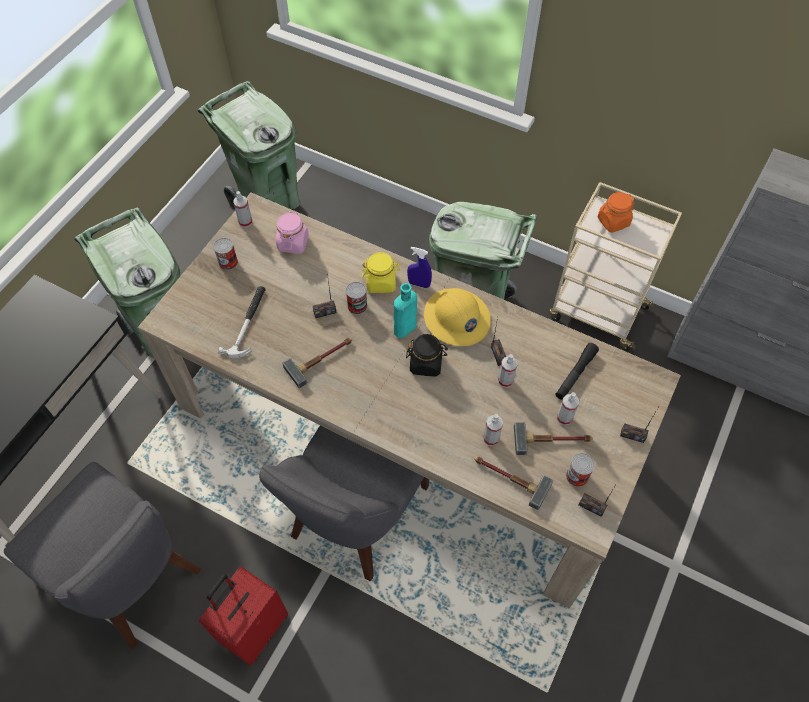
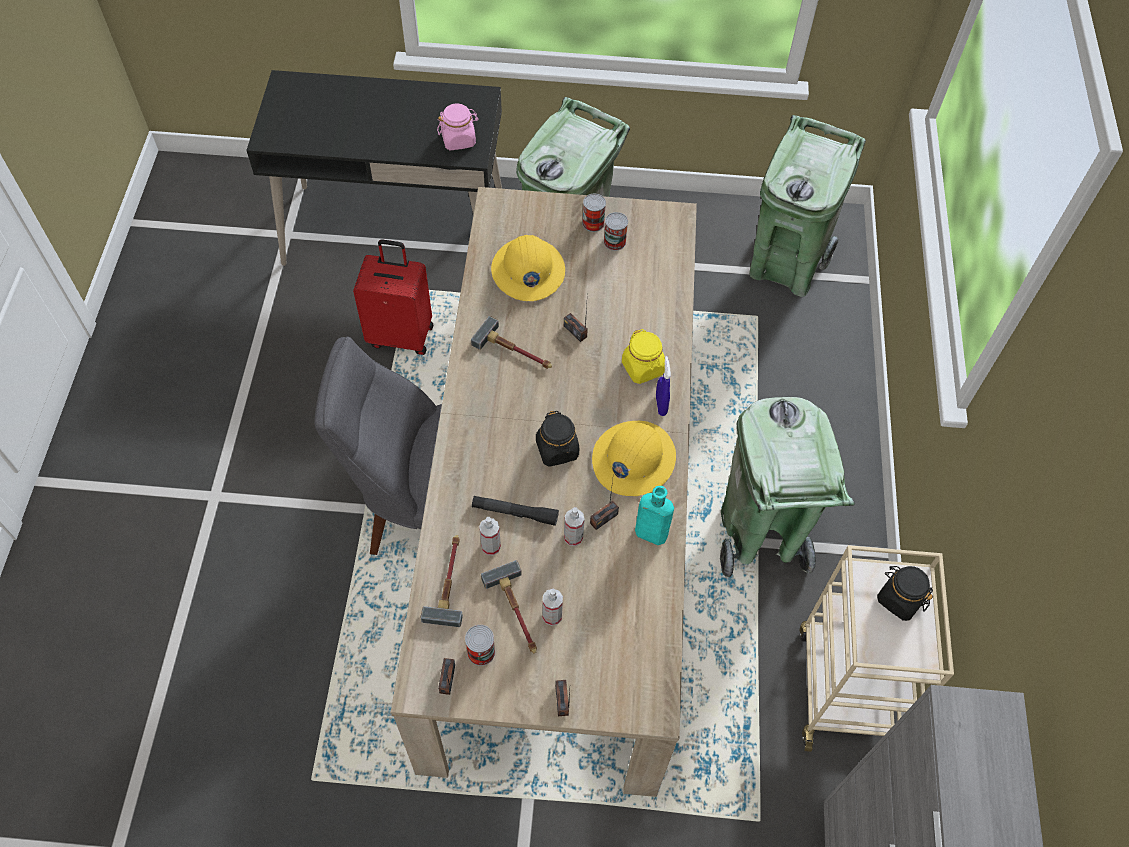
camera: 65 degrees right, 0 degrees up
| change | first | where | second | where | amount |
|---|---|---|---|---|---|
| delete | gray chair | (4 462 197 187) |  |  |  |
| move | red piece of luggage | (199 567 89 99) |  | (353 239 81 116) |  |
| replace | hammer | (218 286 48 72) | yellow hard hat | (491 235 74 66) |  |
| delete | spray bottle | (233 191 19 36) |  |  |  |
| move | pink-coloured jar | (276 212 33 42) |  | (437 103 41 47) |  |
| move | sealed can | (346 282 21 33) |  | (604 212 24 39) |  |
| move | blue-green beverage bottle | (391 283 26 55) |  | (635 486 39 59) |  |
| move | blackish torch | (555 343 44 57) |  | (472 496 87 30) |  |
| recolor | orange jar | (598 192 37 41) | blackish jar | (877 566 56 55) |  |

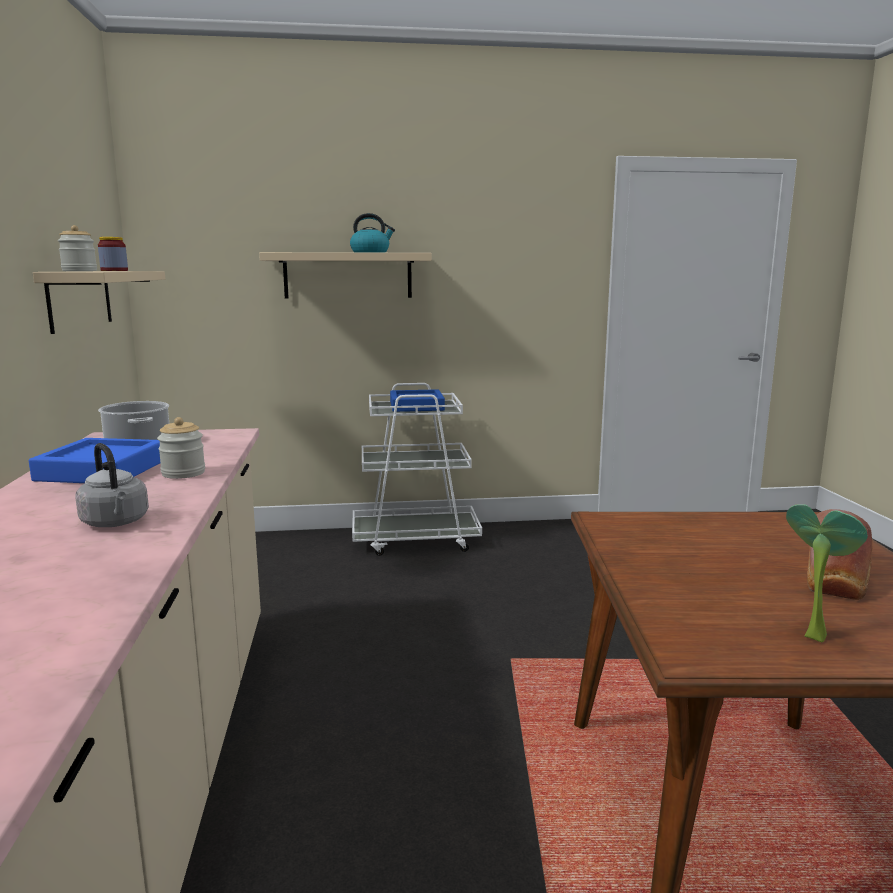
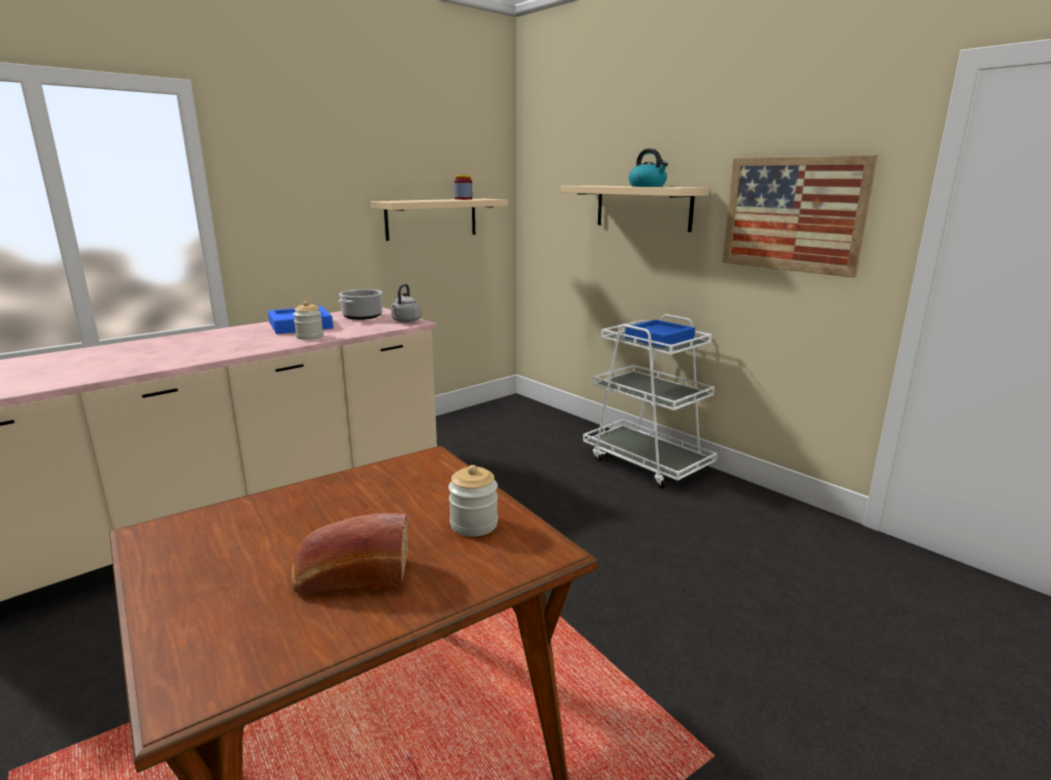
camera: 55 degrees right, 5 degrees up
| change | first | where | second | where | amount |
|---|---|---|---|---|---|
| move | jar | (58 225 39 46) |  | (448 465 50 72) |  |
| move | gray tea kettle | (75 443 74 84) |  | (391 284 30 39) |  |
| delete | plant in a pot | (786 504 82 138) |  |  |  |
| insert |  |  | wall picture | (722 155 156 123) |  |

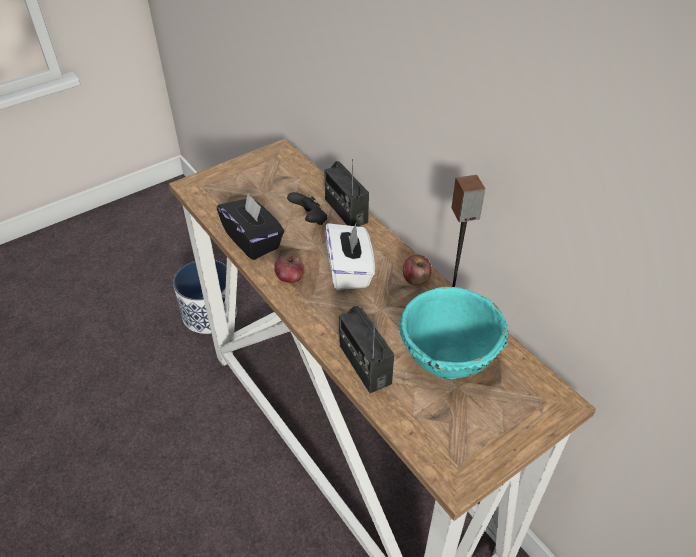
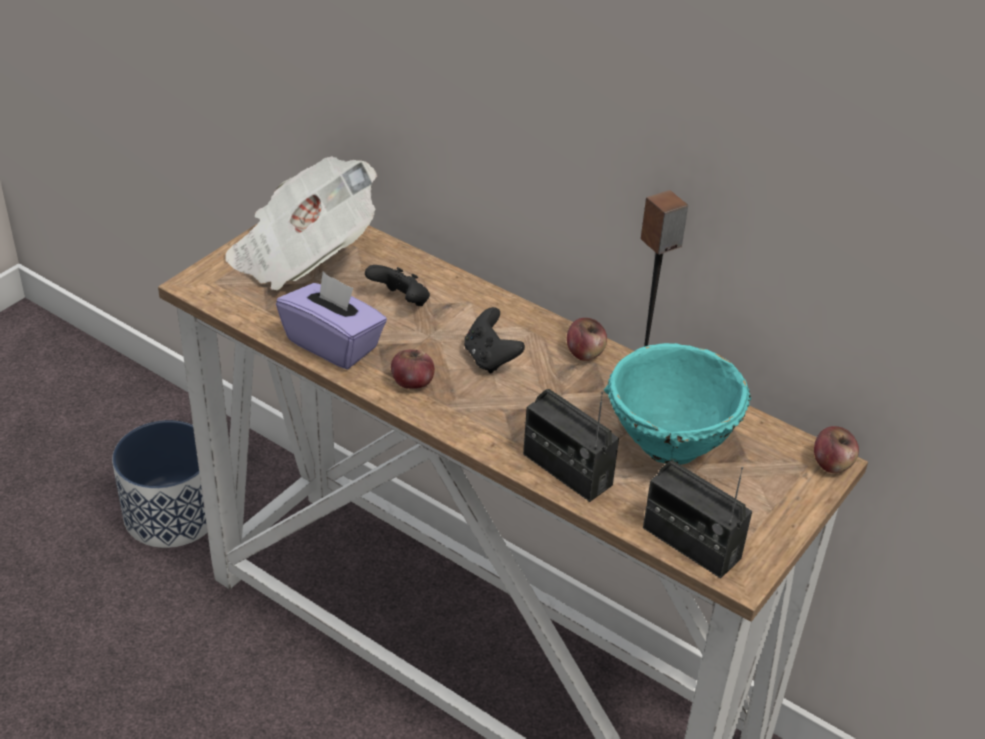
camera: 20 degrees left, 5 degrees down
| change | first | where | second | where | amount |
|---|---|---|---|---|---|
| recolor | blackish box of tissues | (217 193 67 67) | purplish box of tissues | (276 272 111 97) |  |
| move | radio receiver | (324 159 45 68) |  | (643 460 109 118) |  |
| replace | white box of tissues | (325 223 50 67) | blackish gamepad | (464 307 61 67) |  |
| insert |  |  | printed paper | (225 156 152 135) |  |
| insert |  |  | apple | (814 426 45 47) |  |

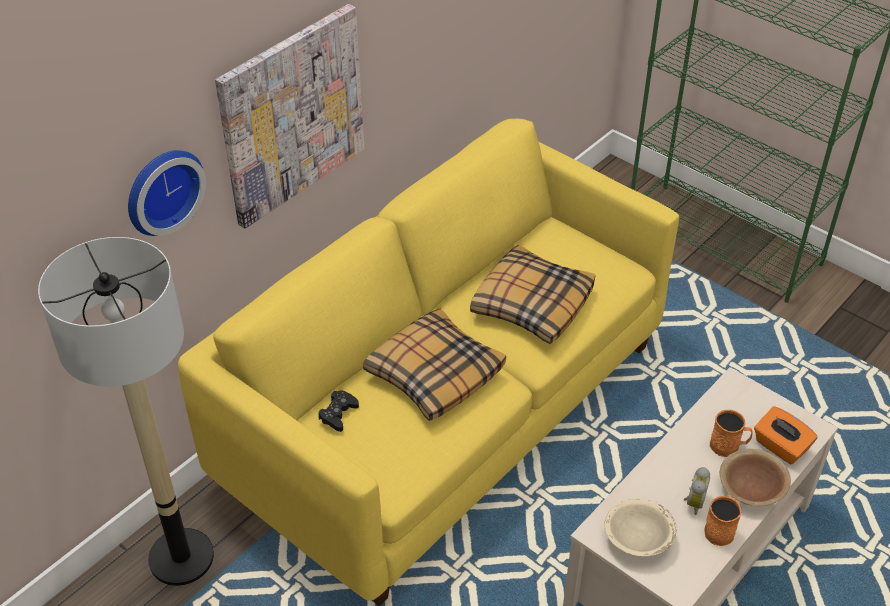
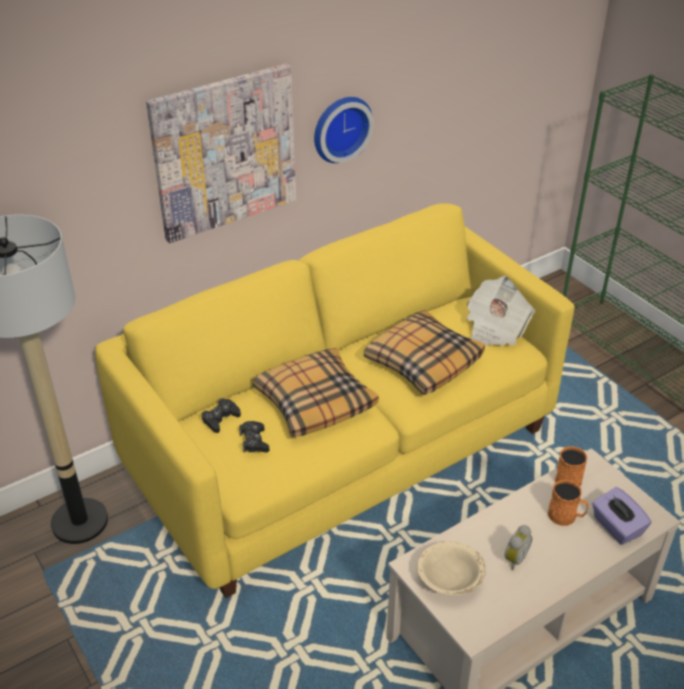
camera: 15 degrees right, 5 degrees down
| change | first | where | second | where | amount |
|---|---|---|---|---|---|
| move | wall clock | (128 150 78 86) |  | (314 97 60 66) |  |
| move | orange coffee mug | (705 496 37 50) |  | (555 446 32 40) |  |
| delete | brown deep dish | (720 449 71 57) |  |  |  |
| recolor | orange box of tissues | (754 406 64 58) | purplish box of tissues | (592 487 59 58) |  |
| insert |  |  | blackish gamepad | (239 421 31 32) |  |
| insert |  |  | printed paper | (467 276 69 70) |  |

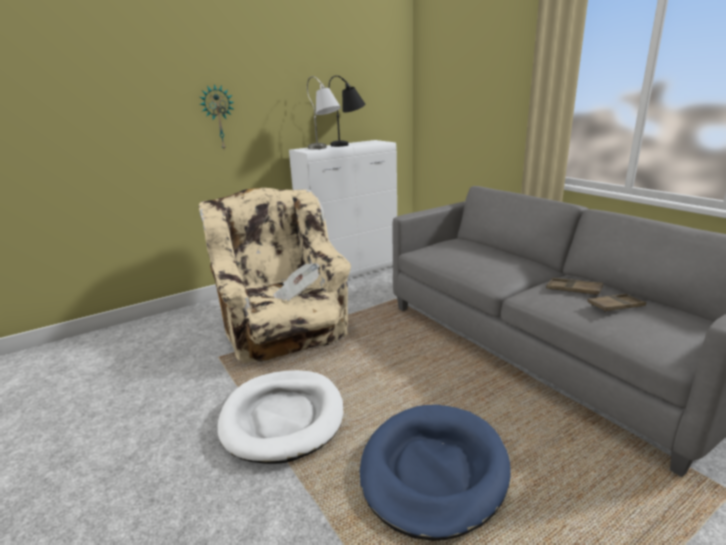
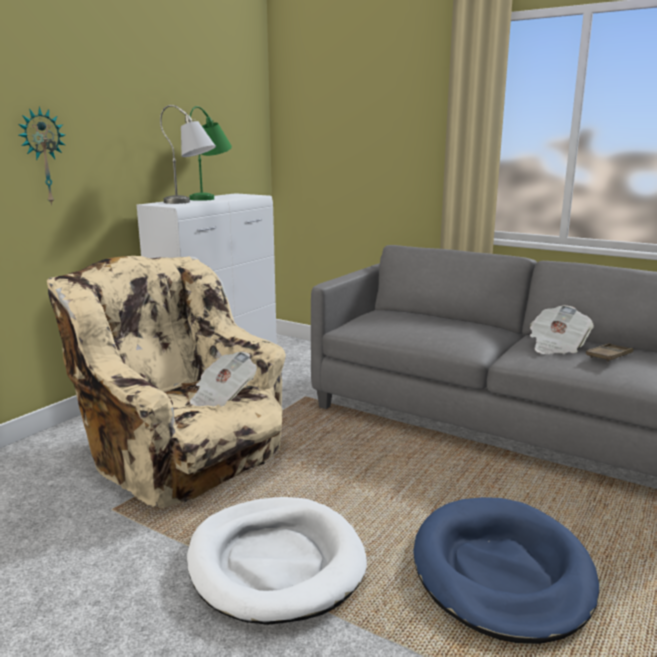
camera: 25 degrees left, 5 degrees down
| change | first | where | second | where | amount |
|---|---|---|---|---|---|
| recolor | blackish tabletop lamp | (329 75 36 72) | green tabletop lamp | (189 106 43 95) |  |
| replace | brown carrying tray | (546 278 57 17) | printed paper | (530 305 64 49) |  |

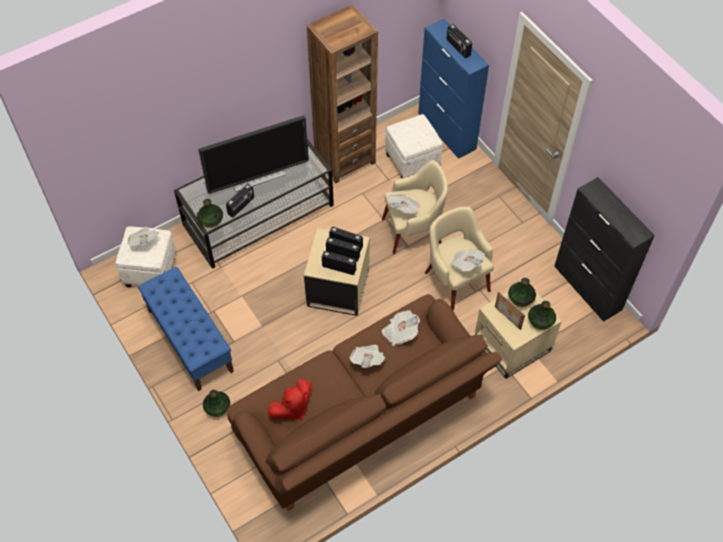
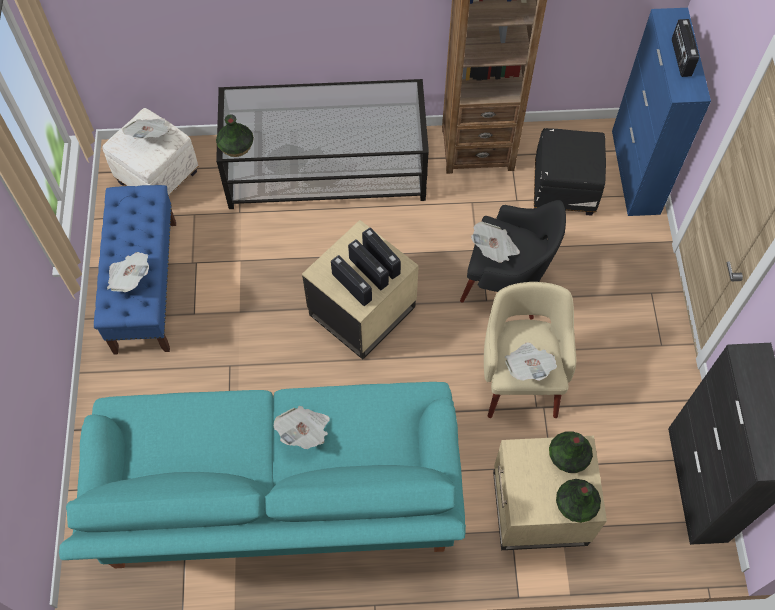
camera: 30 degrees right, 5 degrees up
| change | first | where | second | where | amount |
|---|---|---|---|---|---|
| delete | TV set | (198 115 111 79) |  |  |  |
| delete | decorative vase | (203 390 27 27) |  |  |  |
| delete | radio receiver | (226 184 28 34) |  |  |  |
| recolor | brown settee | (227 294 275 217) | blue-green settee | (59 382 407 186) |  |
| delete | red soft toy | (268 379 44 41) |  |  |  |
| recolor | beige lounge chair | (382 160 66 94) | blackish lounge chair | (460 200 106 120) |  |
| move | printed paper | (382 310 38 36) |  | (107 252 42 40) |  |
| recolor | white ottoman | (385 114 57 64) | blackish ottoman | (534 128 72 88) |  |
| delete | picture frame | (495 292 30 38) |  |  |  |

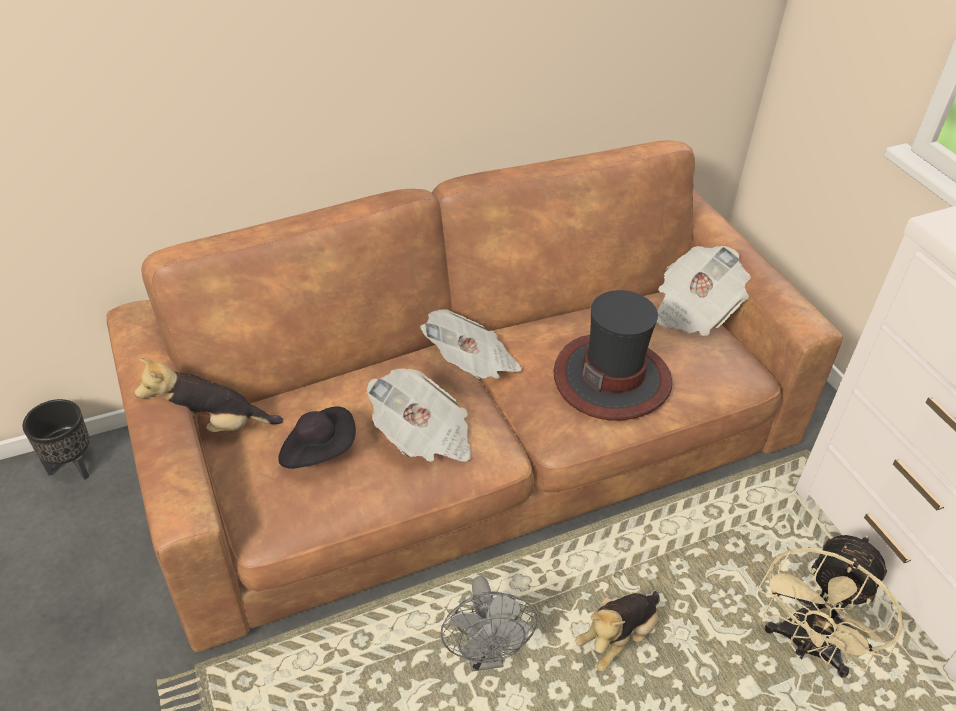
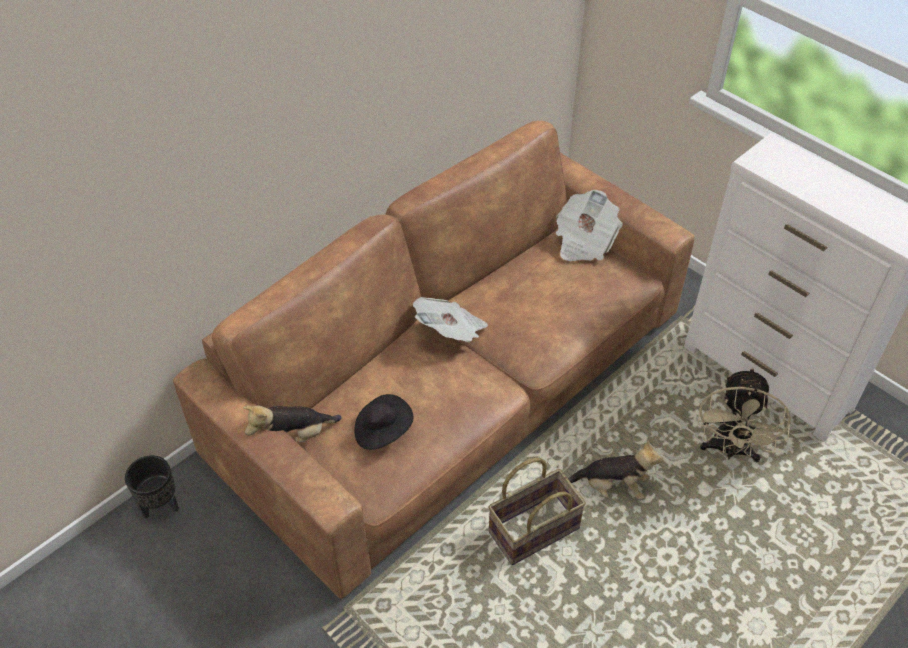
camera: 20 degrees left, 5 degrees up
| change | first | where | second | where | amount |
|---|---|---|---|---|---|
| delete | printed paper | (367 368 104 94) |  |  |  |
| replace | gray cooling fan | (441 576 96 95) | storage basket | (488 458 98 107) |  |
| delete | clothing hat | (554 290 118 131) |  |  |  |
| rotate | soft toy | (575 591 85 81) |  | (568 440 95 60) | 105 degrees counterclockwise |

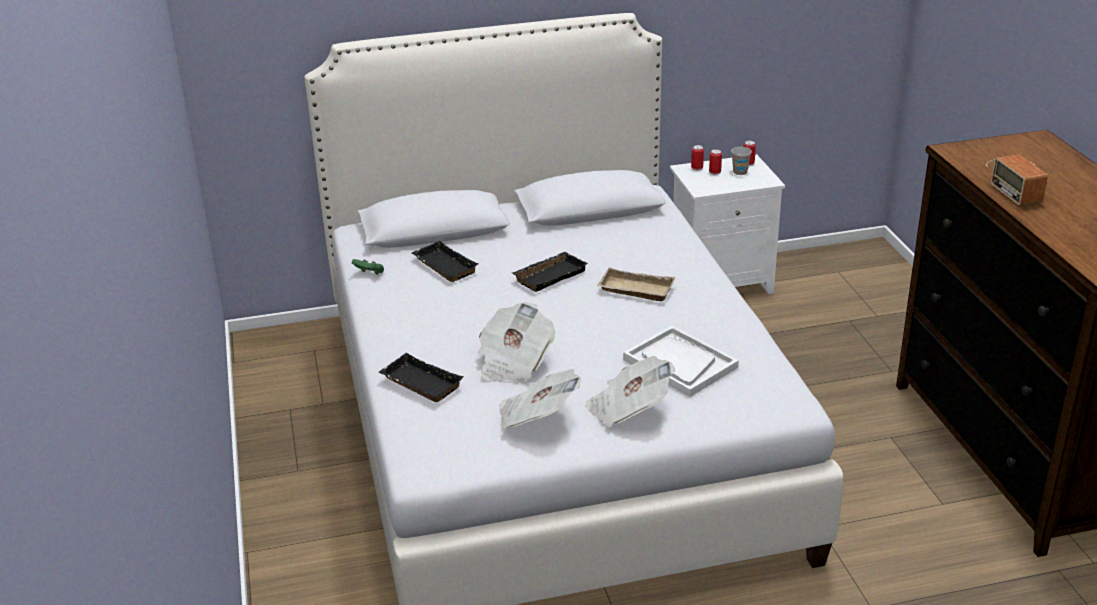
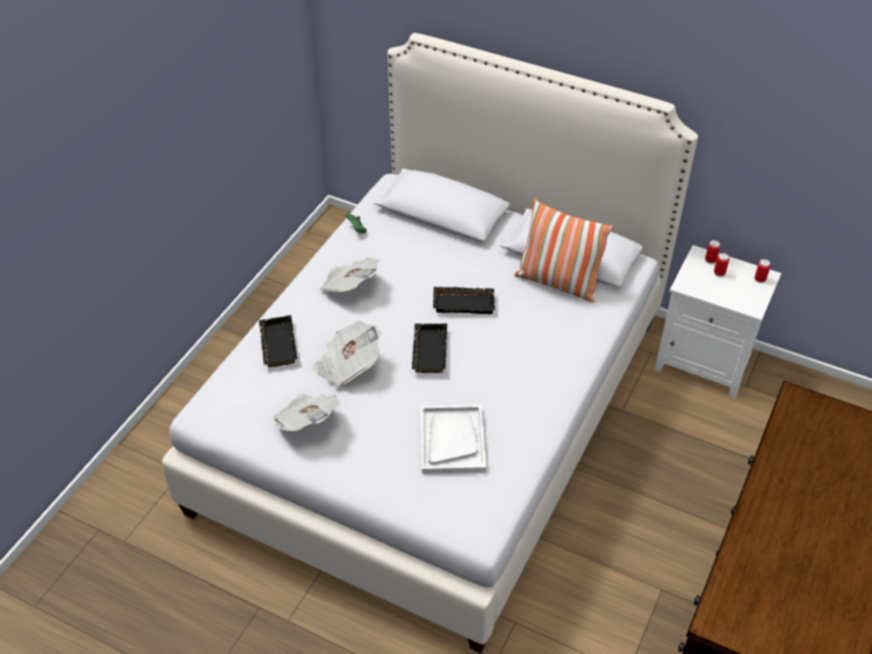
camera: 40 degrees right, 15 degrees up
| change | first | where | second | where | amount |
|---|---|---|---|---|---|
| move | blackish carrying tray | (412 241 66 41) |  | (412 323 35 50) |  |
| move | printed paper | (585 356 90 71) |  | (319 258 61 34) |  |
| delete | beige carrying tray | (597 268 79 33) |  |  |  |
| delete | drinking cup | (731 147 21 28) |  |  |  |
| delete | radio receiver | (986 154 62 51) |  |  |  |
| insert |  |  | cushion | (515 198 98 105) |  |

